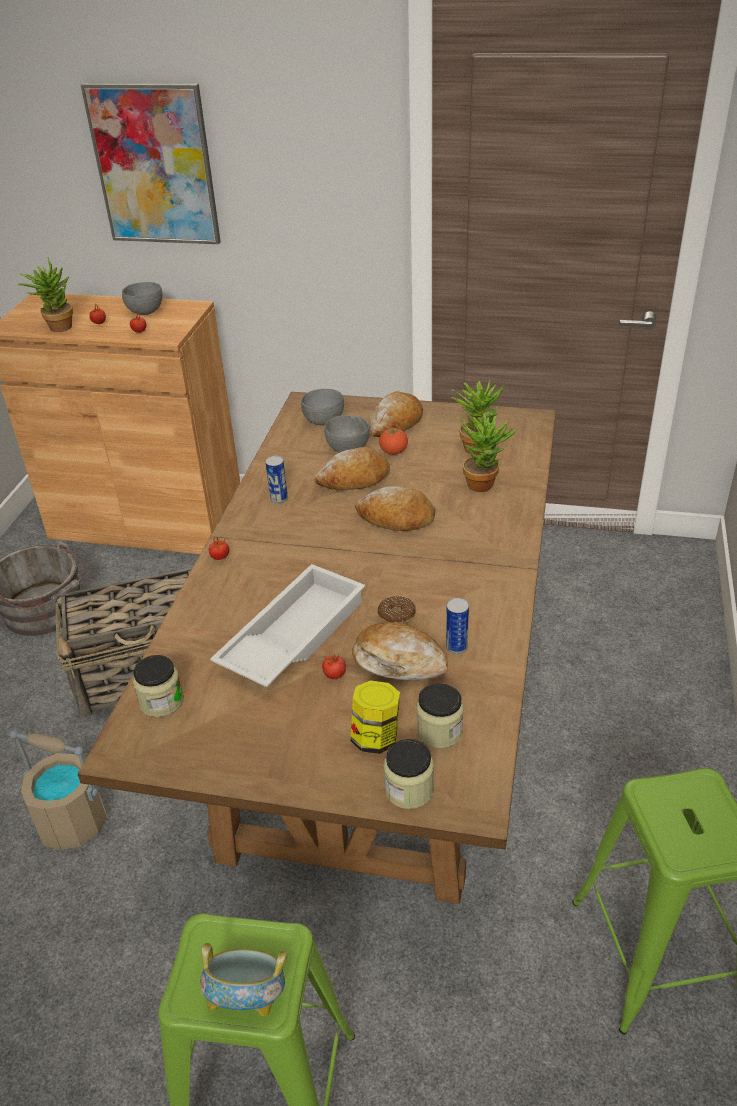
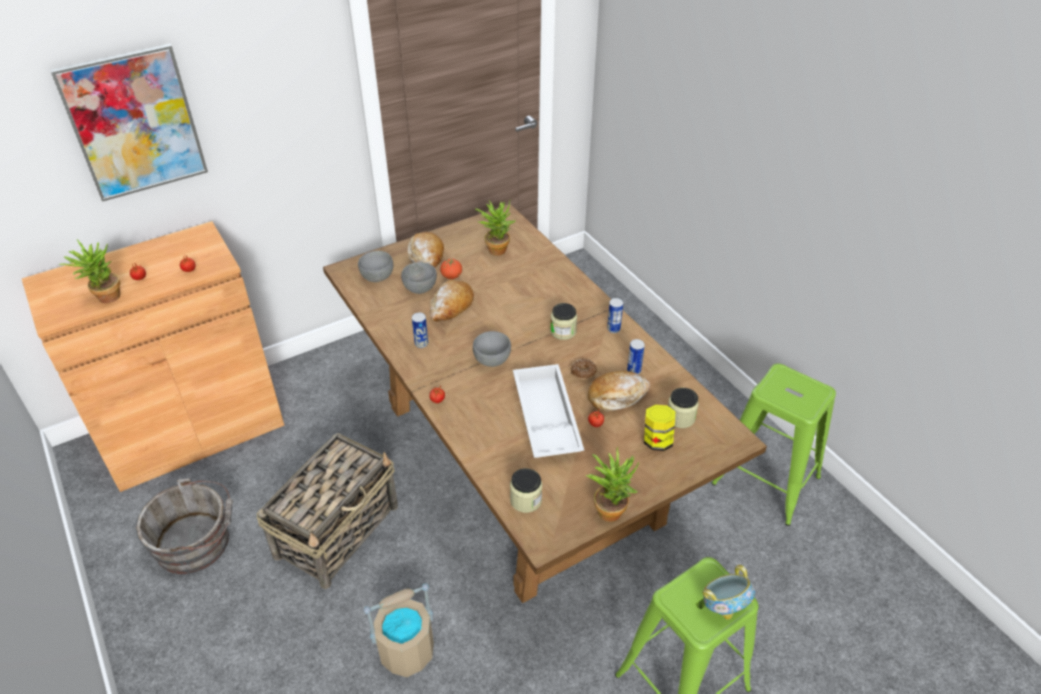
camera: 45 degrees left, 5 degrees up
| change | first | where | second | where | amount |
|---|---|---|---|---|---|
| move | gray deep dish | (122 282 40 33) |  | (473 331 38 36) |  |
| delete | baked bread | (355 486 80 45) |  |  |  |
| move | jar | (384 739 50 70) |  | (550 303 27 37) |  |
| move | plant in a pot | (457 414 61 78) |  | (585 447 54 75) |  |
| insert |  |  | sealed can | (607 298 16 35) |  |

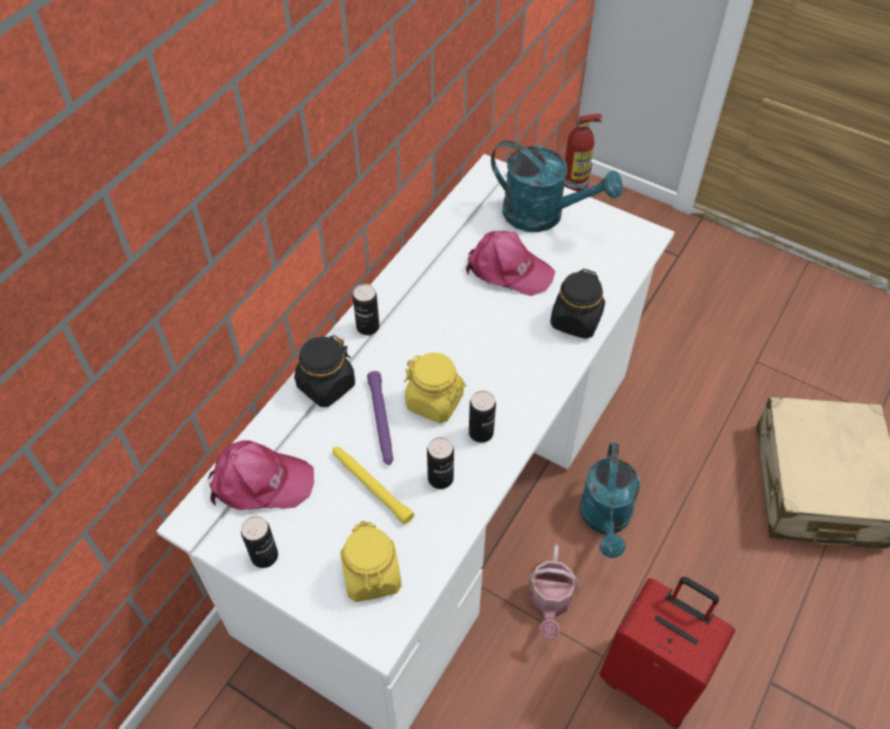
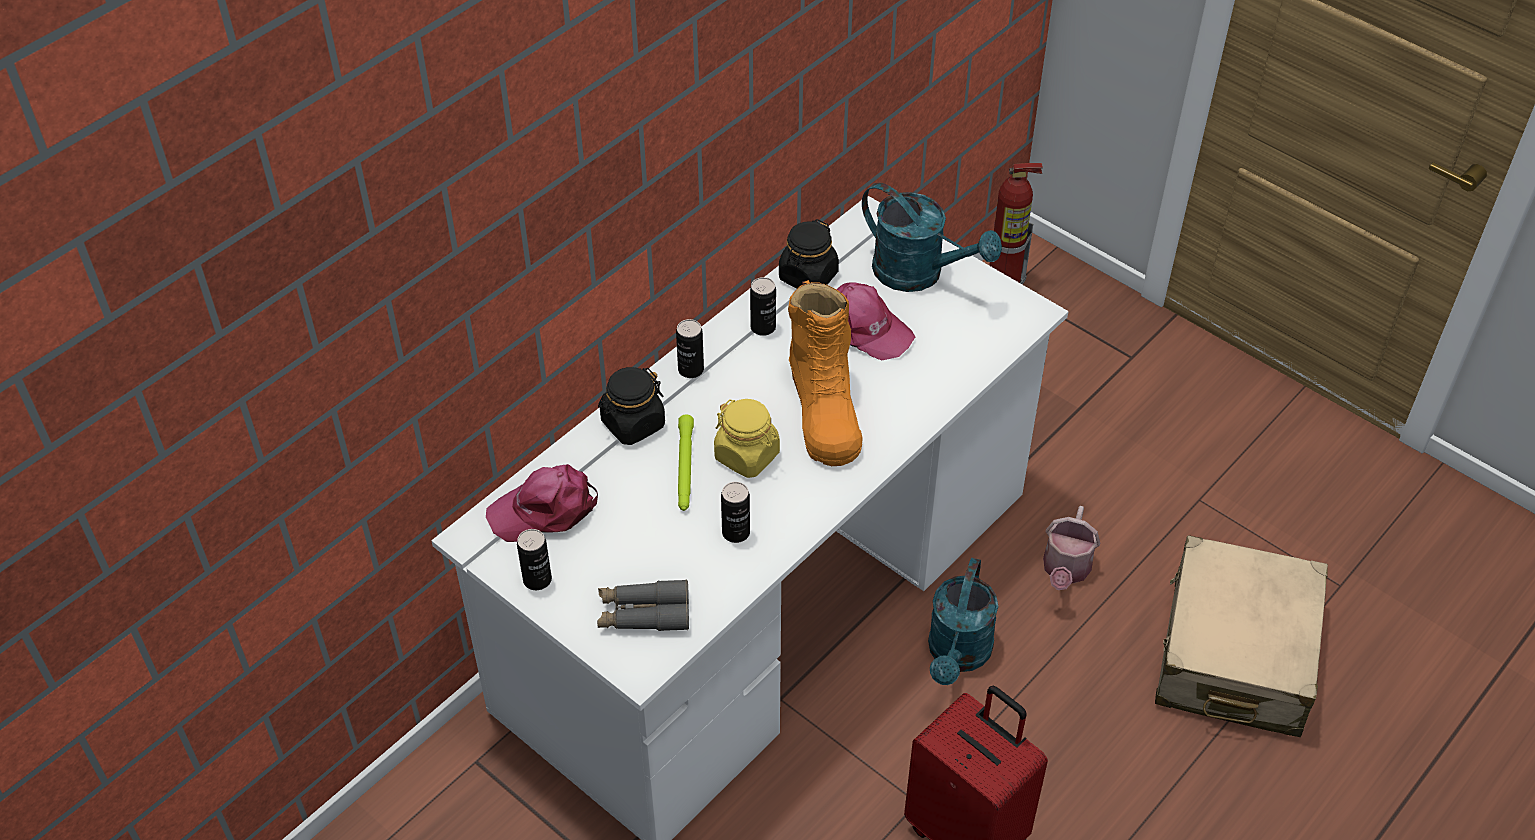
camera: 10 degrees right, 5 degrees down
| change | first | where | second | where | amount |
|---|---|---|---|---|---|
| rotate | pink-coloured baseball cap | (208 441 106 69) |  | (486 464 112 78) | 150 degrees clockwise |
| delete | yellow torch | (333 447 81 78) |  |  |  |
| replace | yellow jar | (340 521 62 81) | gray binoculars | (597 580 92 51) |  |
| recolor | purplish torch | (367 371 26 94) | green torch | (678 414 16 97) |  |
| move | sealed can | (469 391 27 52) |  | (750 277 26 59) |  |
| move | watering pot | (528 544 51 96) |  | (1043 506 57 84) |  |
| move | blackish jar | (550 269 55 70) |  | (779 219 60 69) |  |
| insert |  |  | orange high-top boot | (788 280 75 186) |  |

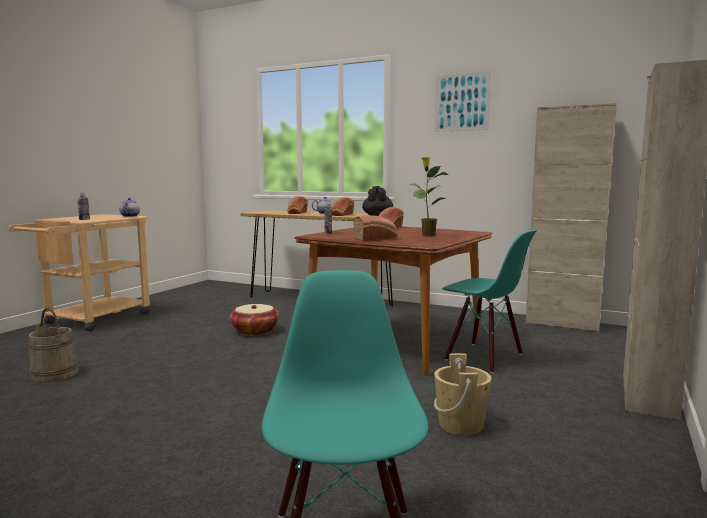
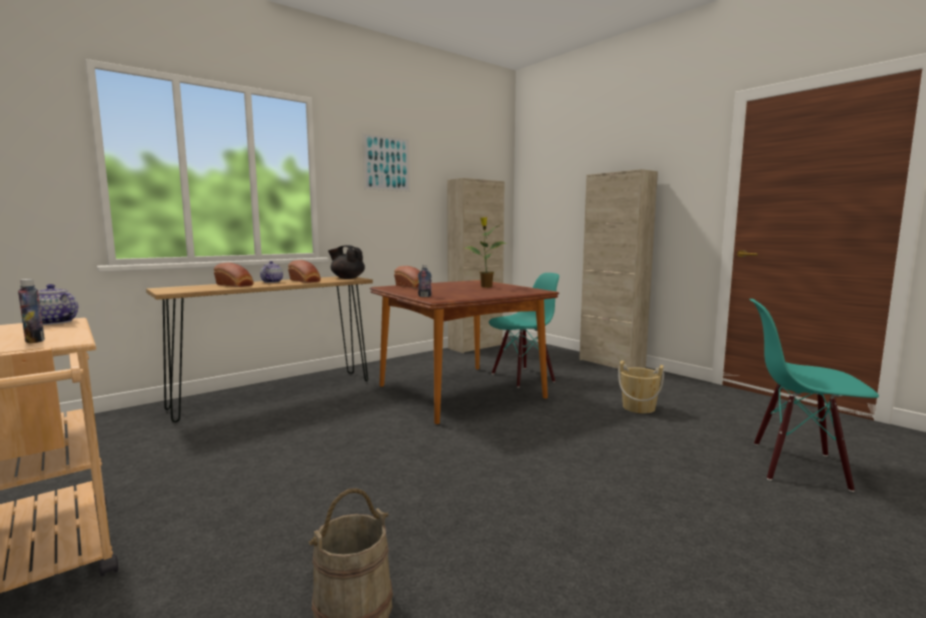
camera: 65 degrees left, 0 degrees up
| change | first | where | second | where | amount |
|---|---|---|---|---|---|
| delete | storage basket | (230 304 49 32) |  |  |  |
| delete | baked bread | (354 215 44 26) |  |  |  |

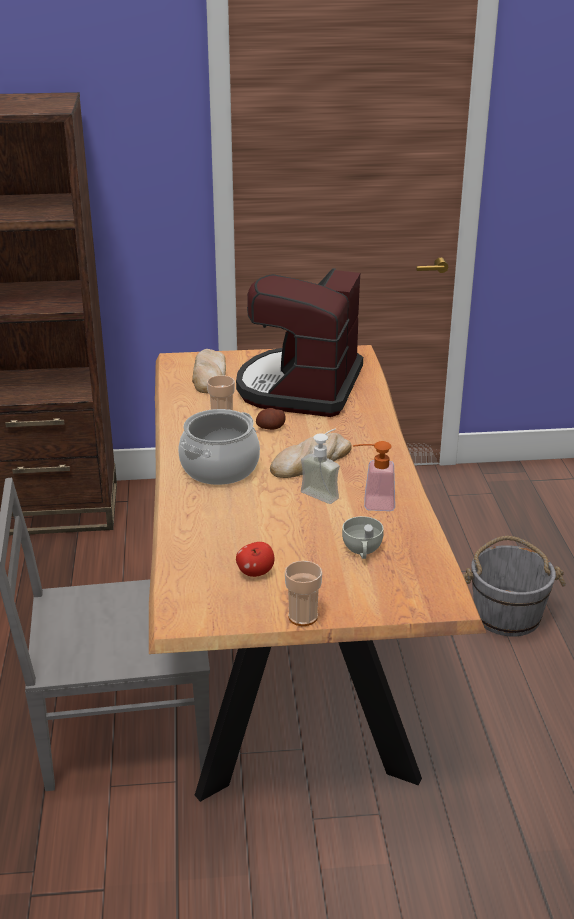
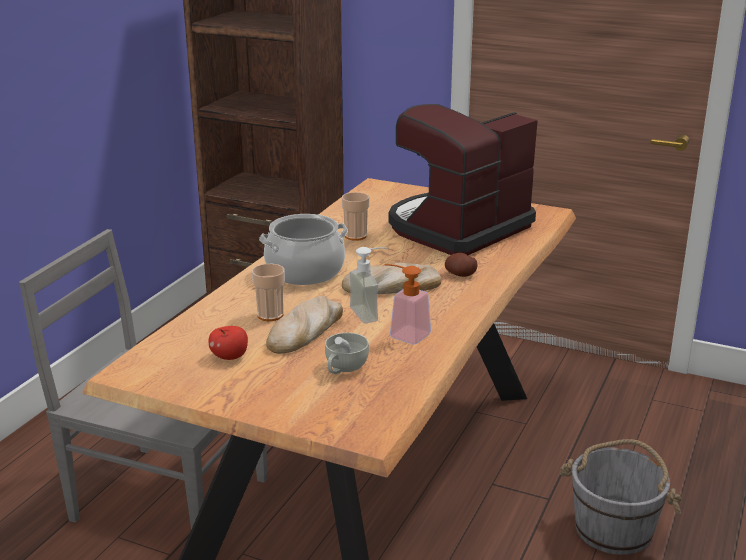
camera: 30 degrees right, 5 degrees down
| change | first | where | second | where | amount |
|---|---|---|---|---|---|
| move | baked bread | (192 349 34 44) |  | (266 296 77 58) |  |
| move | spud | (256 408 30 22) |  | (445 253 33 24) |  |
| move | drinking cup | (285 561 37 65) |  | (252 264 33 57) |  |

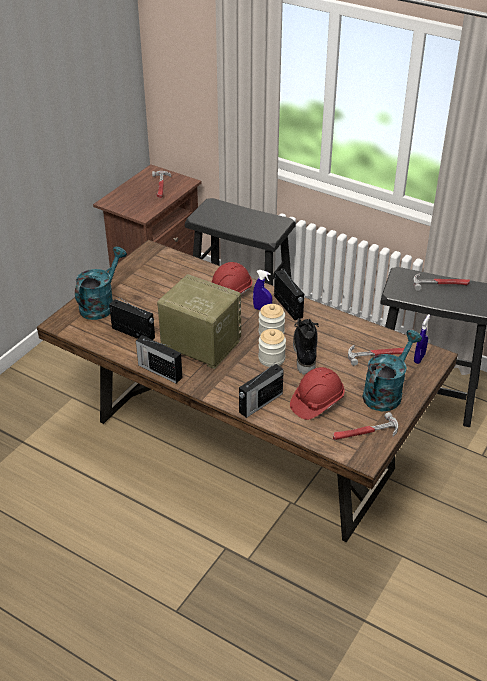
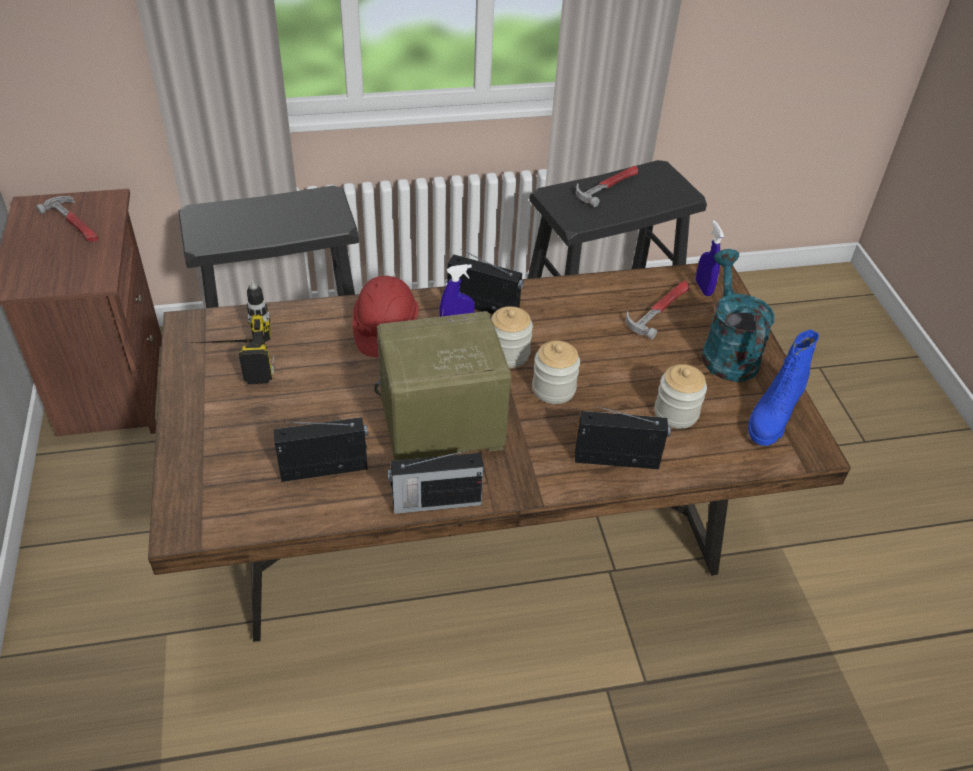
camera: 45 degrees left, 5 degrees up
| change | first | where | second | where | amount |
|---|---|---|---|---|---|
| delete | blue-green watering pot | (75 247 52 73) |  |  |  |
| rotate | radio receiver | (239 362 45 56) |  | (575 406 96 63) | 90 degrees counterclockwise |
| replace | red hard hat | (290 367 55 53) | jar | (655 364 52 65) |  |
| delete | blackish high-top boot | (293 318 26 57) |  |  |  |
| replace | hammer | (333 412 65 28) | blue-coloured high-top boot | (748 330 71 116) |  |
| insert |  |  | power drill | (193 281 81 103) |  |

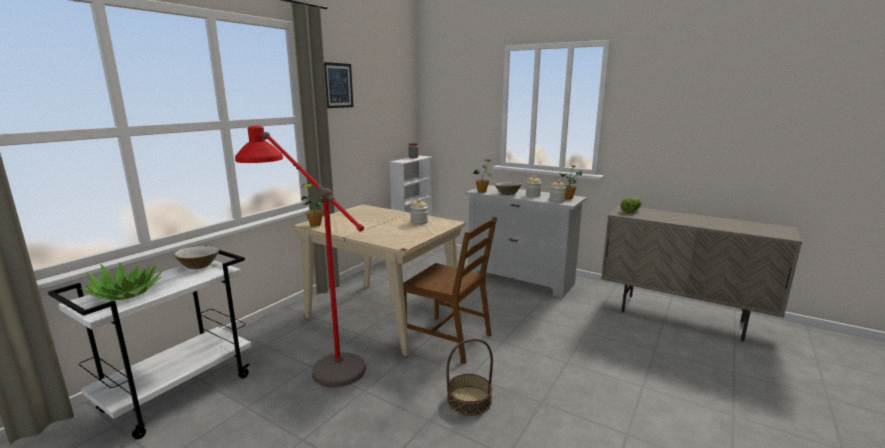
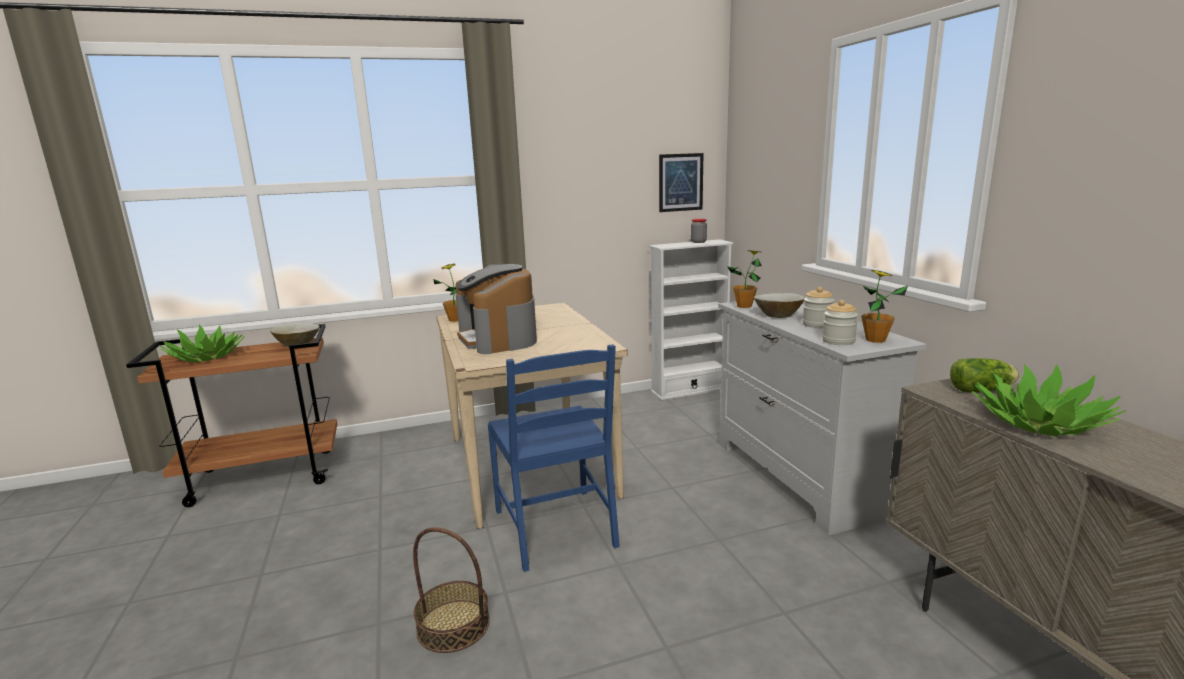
camera: 40 degrees right, 0 degrees up
| change | first | where | second | where | amount |
|---|---|---|---|---|---|
| recolor | white wheeled cart | (48 250 203 190) | brown wheeled cart | (126 324 211 183) |  |
| delete | red floor lamp | (235 126 131 262) |  |  |  |
| move | wall picture | (324 62 29 46) |  | (659 153 44 59) |  |
| recolor | brown chair | (403 216 94 148) | blue-coloured chair | (488 344 132 228) |  |
| delete | jar | (410 199 18 26) |  |  |  |
| insert |  |  | coffee maker | (456 264 81 90) |  |
| insert |  |  | plant in a pot | (972 364 154 73) |  |

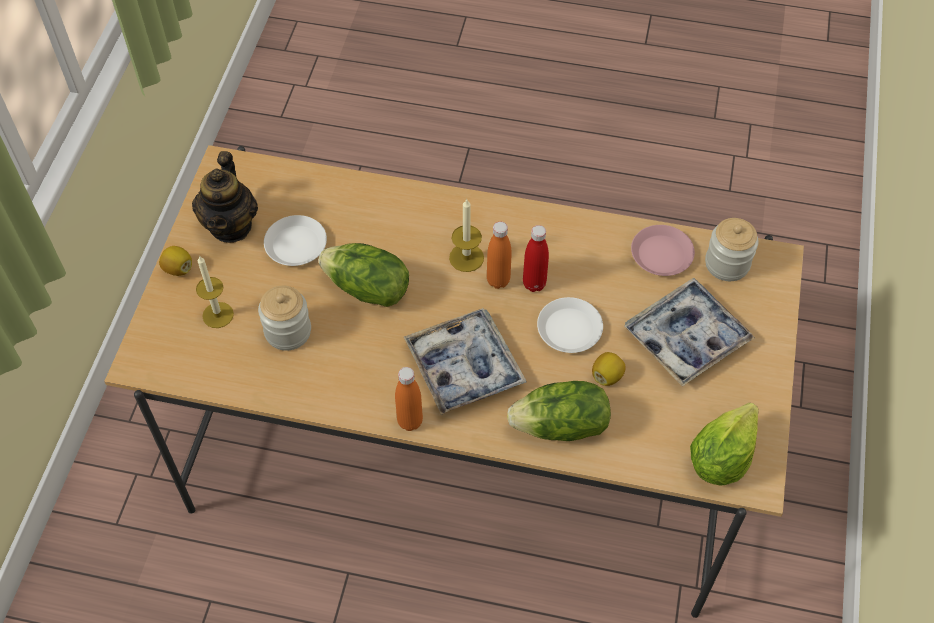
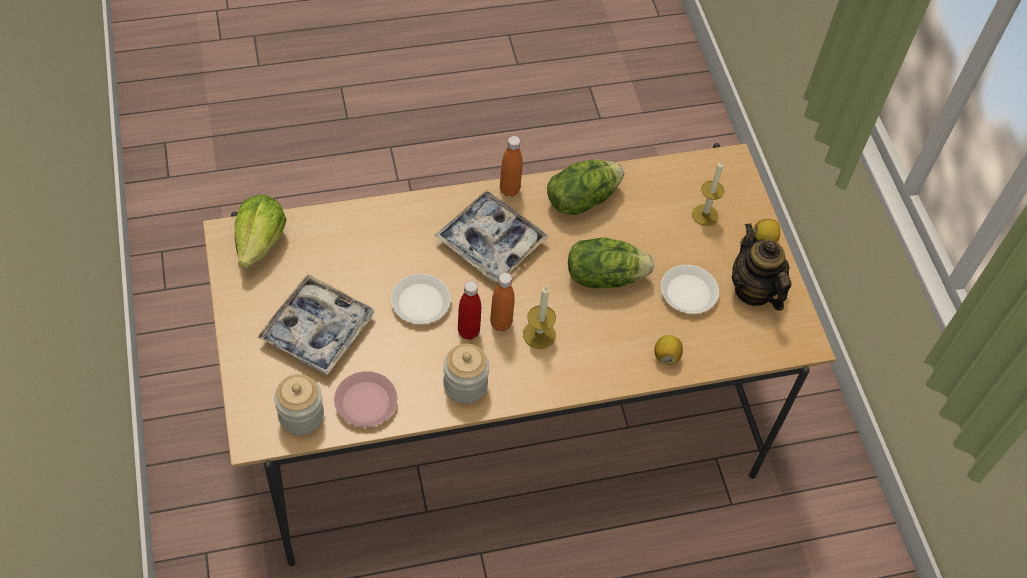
camera: 150 degrees right, 0 degrees up
| change | first | where | second | where | amount |
|---|---|---|---|---|---|
| move | jar | (258 286 53 65) |  | (443 344 46 59) |  |
| move | lettuce | (507 381 104 60) |  | (547 159 77 56) |  |
| move | lemon | (592 352 34 34) |  | (654 335 29 30) |  |

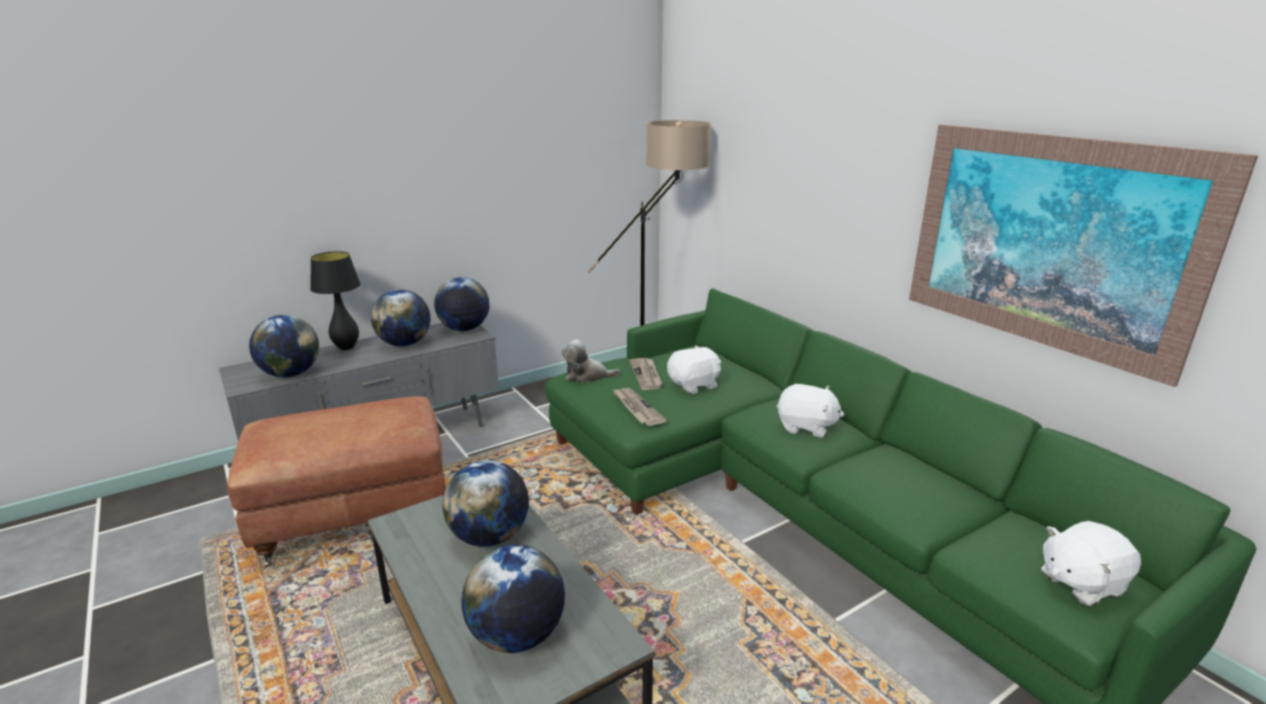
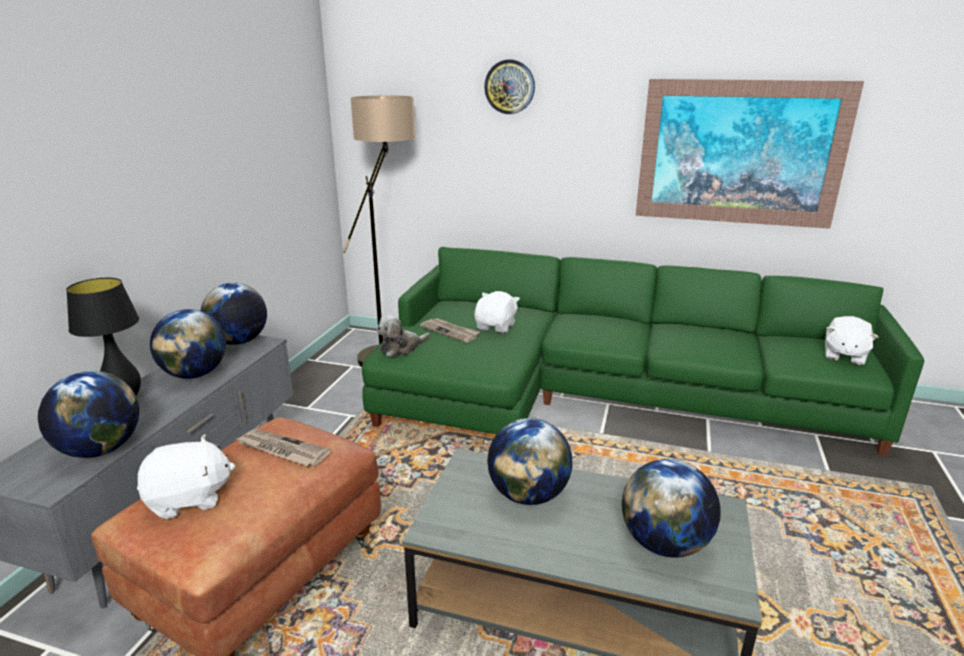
camera: 40 degrees left, 0 degrees up
| change | first | where | second | where | amount |
|---|---|---|---|---|---|
| move | printed paper | (612 388 55 38) |  | (236 429 95 37) |  |
| move | white soft toy | (777 384 67 53) |  | (137 434 98 85) |  |
| insert |  |  | wall clock | (484 59 51 55) |  |

